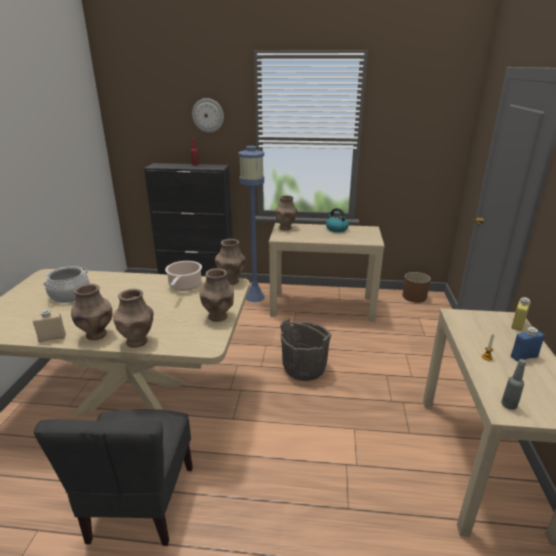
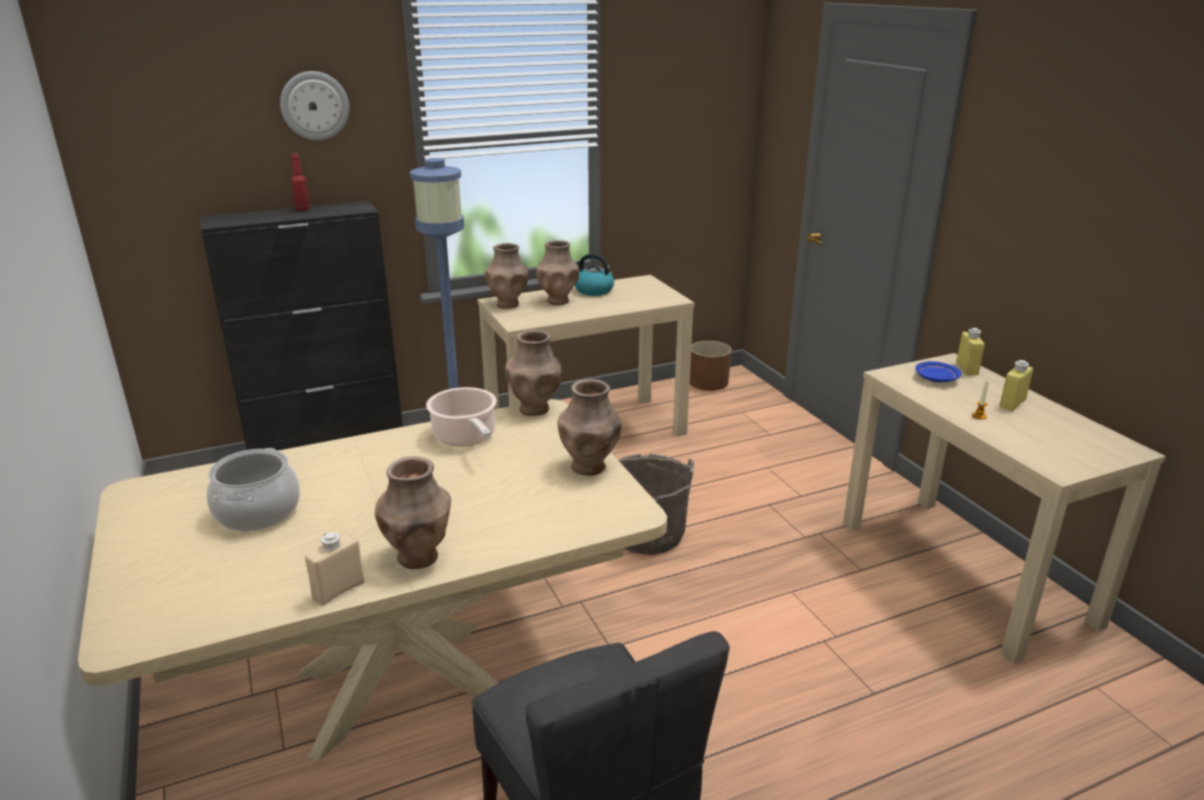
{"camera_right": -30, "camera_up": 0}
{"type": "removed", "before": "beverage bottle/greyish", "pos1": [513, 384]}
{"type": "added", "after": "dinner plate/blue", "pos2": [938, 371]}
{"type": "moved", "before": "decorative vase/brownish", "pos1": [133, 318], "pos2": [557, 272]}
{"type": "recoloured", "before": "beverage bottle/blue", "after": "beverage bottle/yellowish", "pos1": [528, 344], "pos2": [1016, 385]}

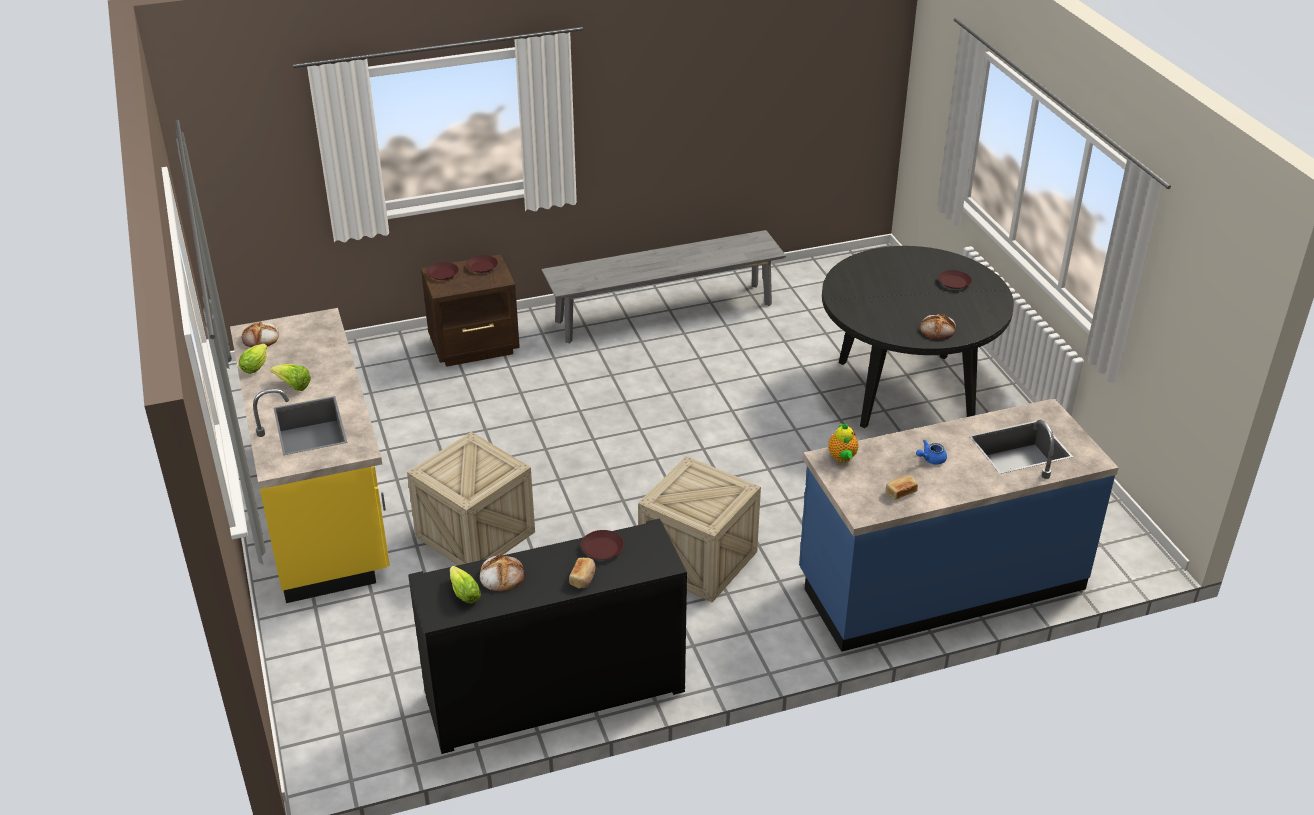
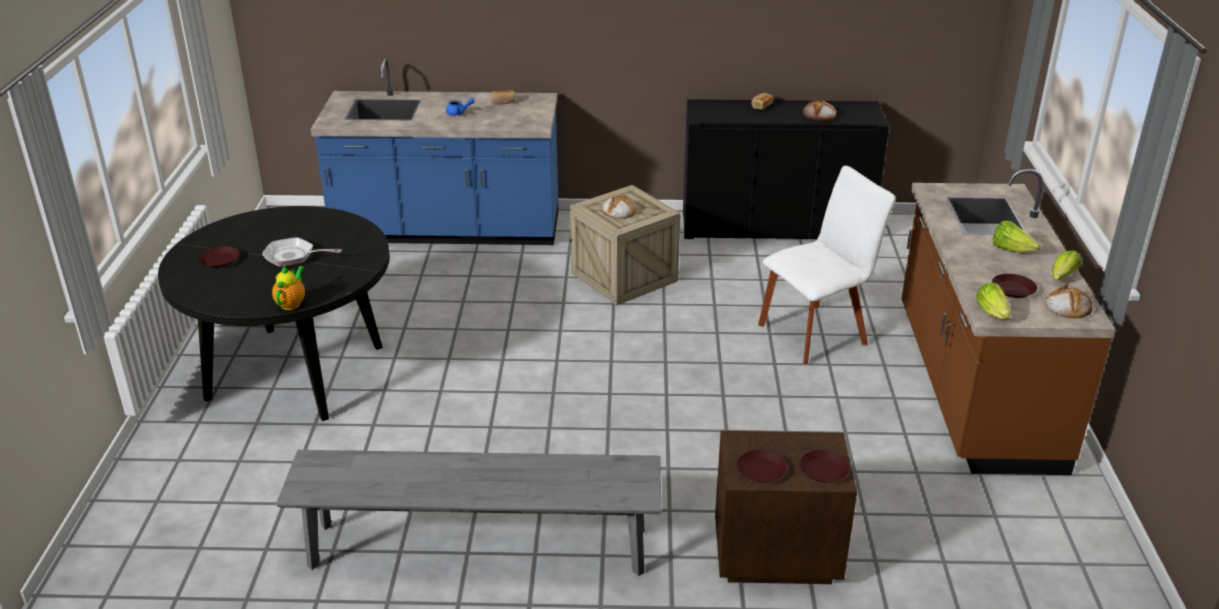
{"camera_right": -160, "camera_up": -5}
{"type": "added", "after": "skillet", "pos2": [302, 252]}
{"type": "moved", "before": "lettuce", "pos1": [465, 584], "pos2": [993, 300]}
{"type": "moved", "before": "dinner plate/brownish", "pos1": [602, 544], "pos2": [1014, 286]}
{"type": "moved", "before": "tea pot", "pos1": [843, 442], "pos2": [288, 288]}
{"type": "moved", "before": "bakery bread", "pos1": [938, 326], "pos2": [619, 207]}
{"type": "replaced", "before": "crate", "after": "plain chair/white", "pos1": [471, 498], "pos2": [827, 265]}
{"type": "recoloured", "before": "counter/yellowish", "after": "counter/brownish", "pos1": [310, 455], "pos2": [1008, 322]}

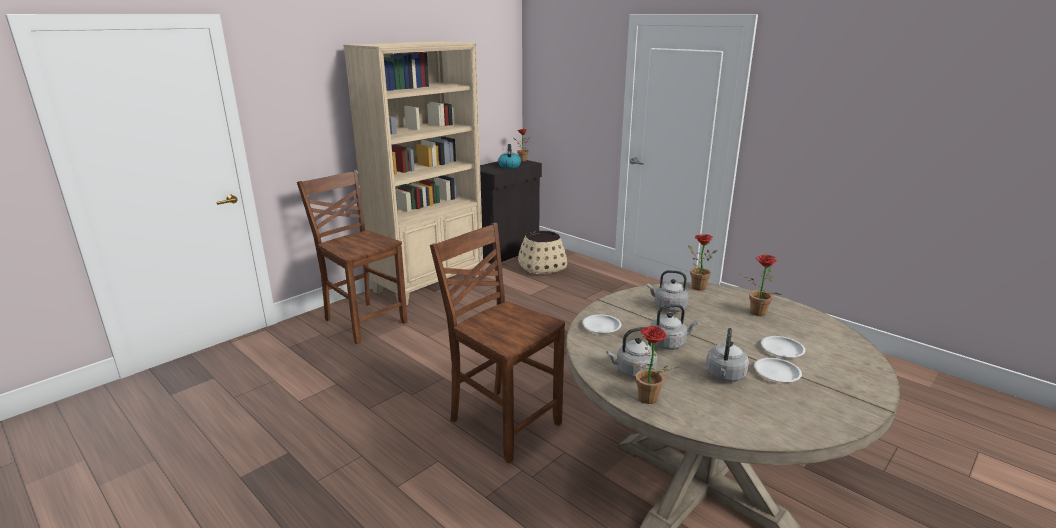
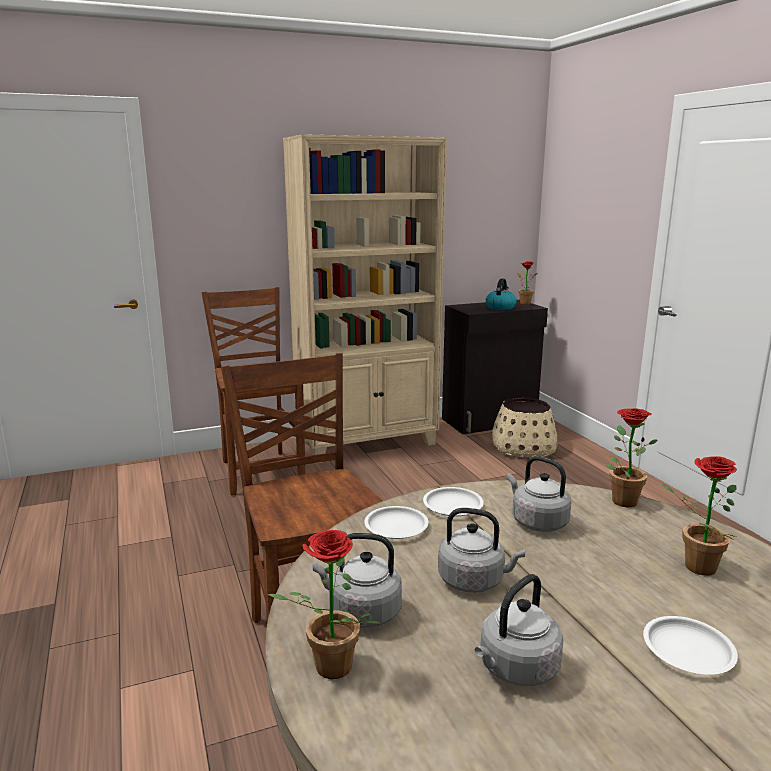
{"camera_right": 25, "camera_up": -5}
{"type": "moved", "before": "dinner plate/white", "pos1": [778, 370], "pos2": [453, 501]}

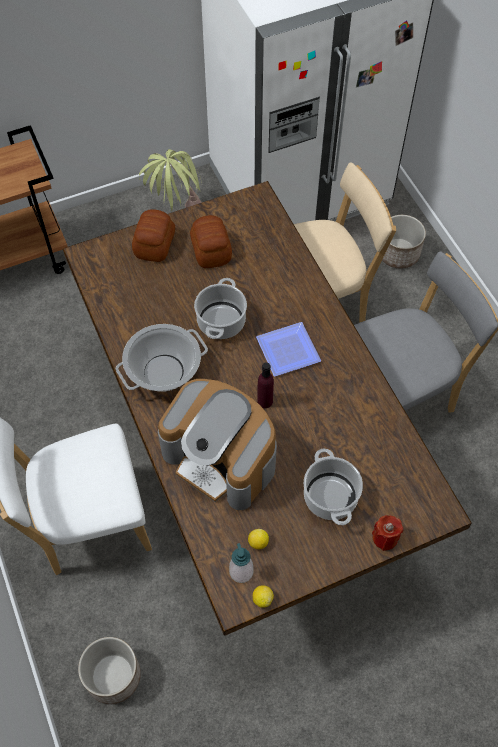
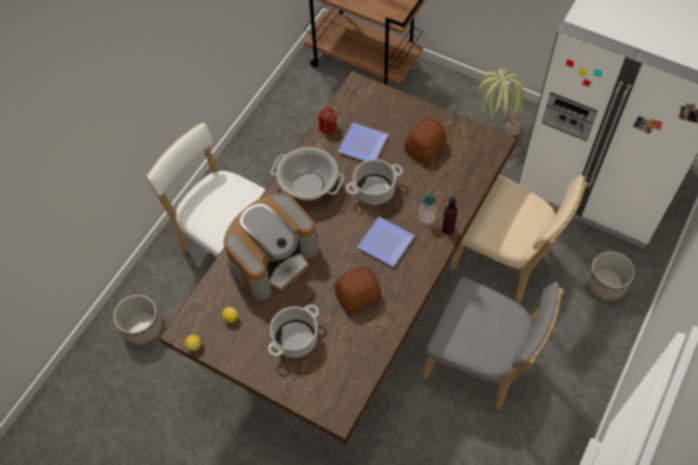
{"camera_right": 55, "camera_up": 0}
{"type": "added", "after": "dinner plate", "pos2": [363, 142]}
{"type": "moved", "before": "bakery bread", "pos1": [153, 235], "pos2": [357, 289]}
{"type": "moved", "before": "soap bottle", "pos1": [241, 563], "pos2": [427, 207]}
{"type": "moved", "before": "beverage bottle/purple", "pos1": [265, 385], "pos2": [449, 215]}
{"type": "moved", "before": "wax light/red", "pos1": [387, 533], "pos2": [328, 120]}
{"type": "turned", "before": "coffee brewer", "pos1": [217, 444], "pos2": [271, 247], "turn": -135}

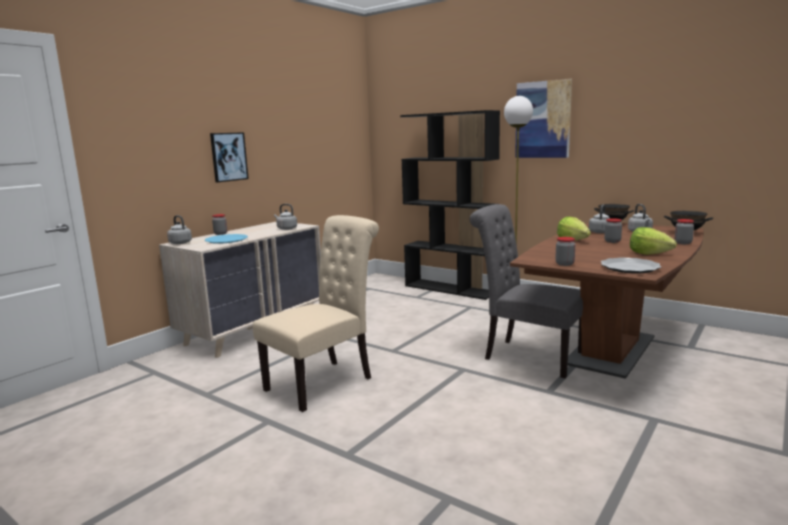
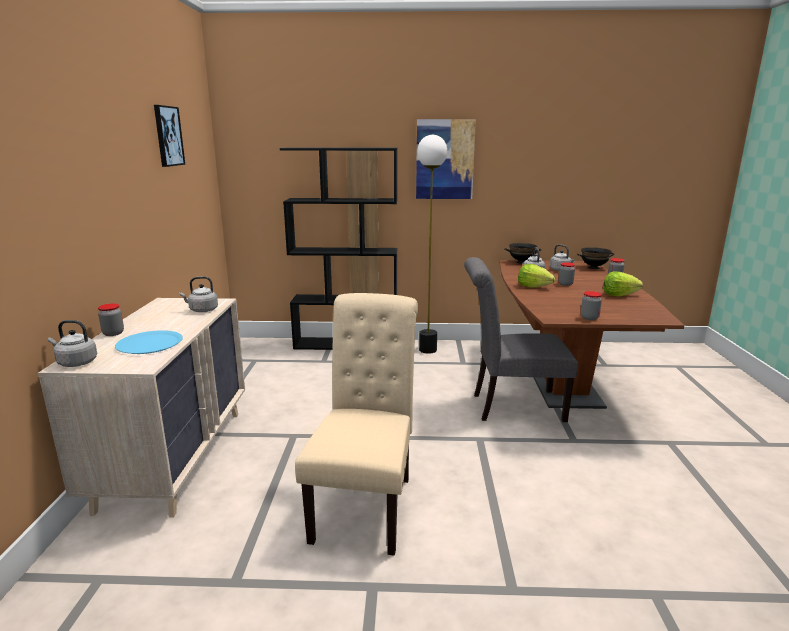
{"camera_right": -35, "camera_up": 5}
{"type": "removed", "before": "dinner plate", "pos1": [631, 265]}
{"type": "moved", "before": "wall art", "pos1": [229, 157], "pos2": [169, 136]}

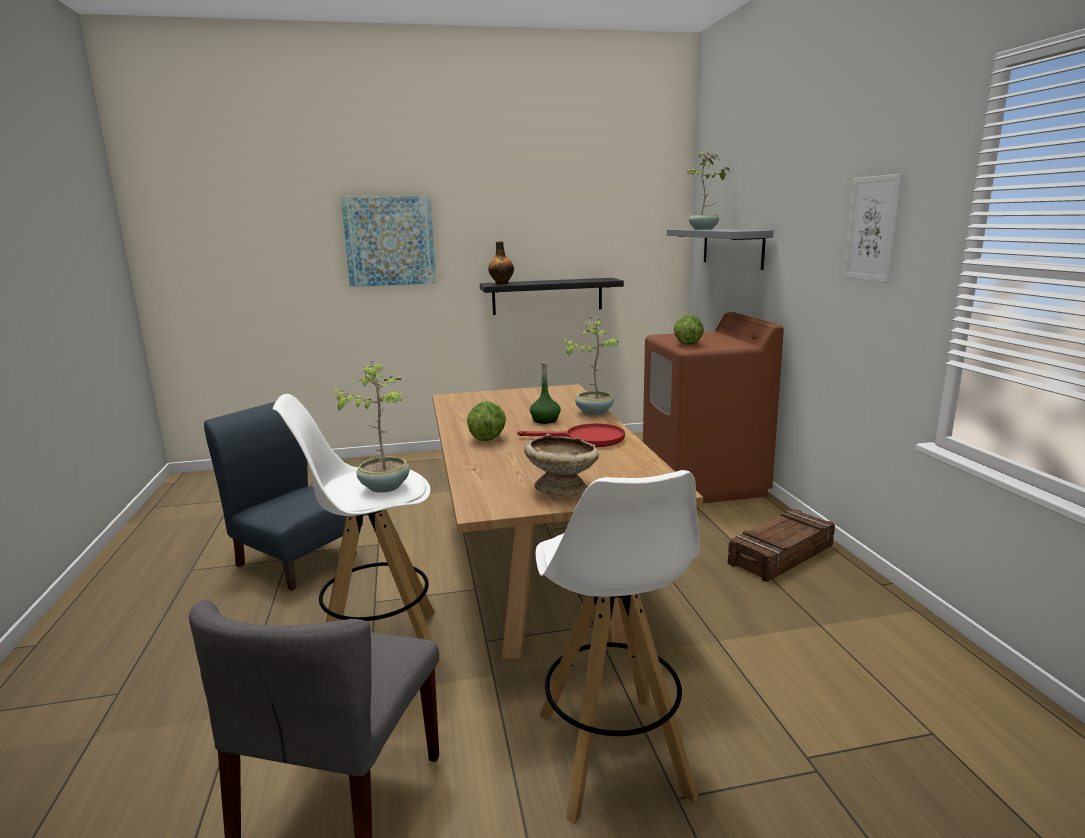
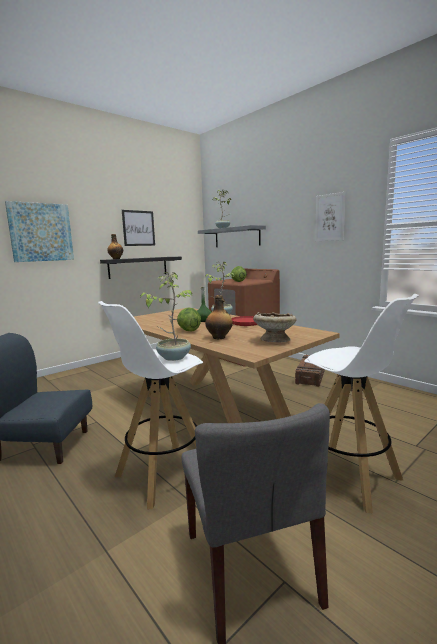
{"camera_right": -30, "camera_up": -5}
{"type": "added", "after": "wall art", "pos2": [138, 228]}
{"type": "added", "after": "beverage bottle", "pos2": [219, 317]}

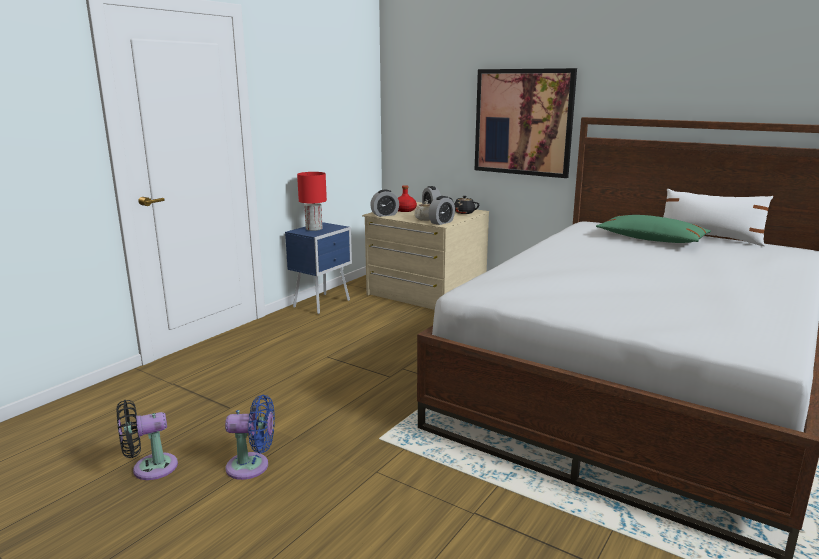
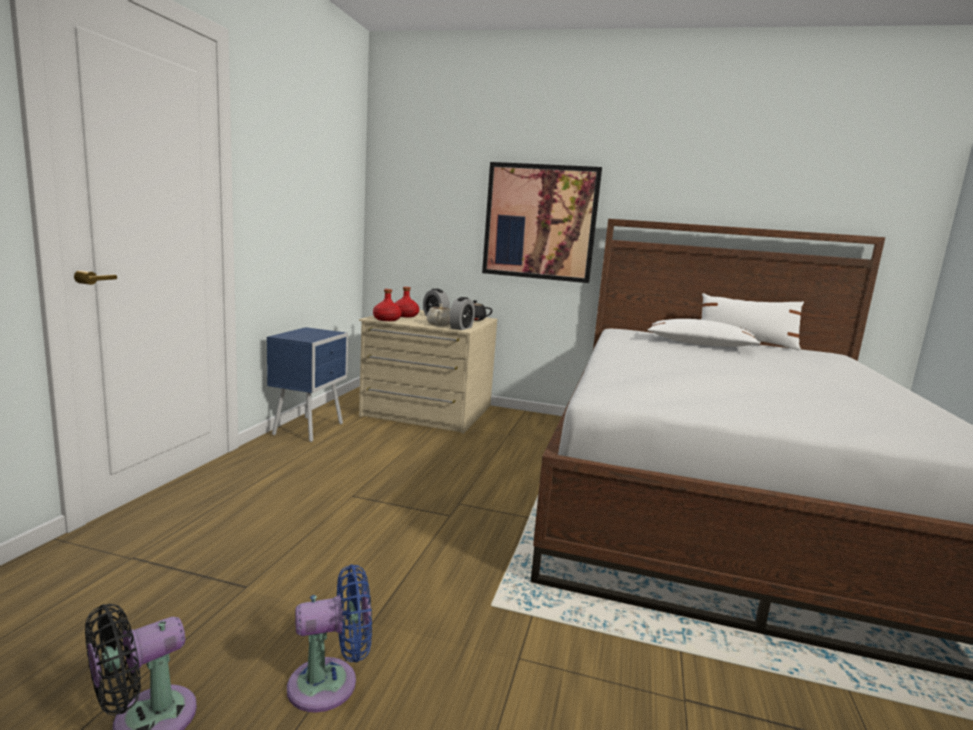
{"camera_right": -20, "camera_up": -5}
{"type": "removed", "before": "tabletop lamp/red", "pos1": [312, 201]}
{"type": "replaced", "before": "bedside clock", "after": "beverage bottle/red", "pos1": [384, 203], "pos2": [387, 305]}
{"type": "recoloured", "before": "throw pillow/green-coloured", "after": "throw pillow/white", "pos1": [653, 229], "pos2": [704, 333]}

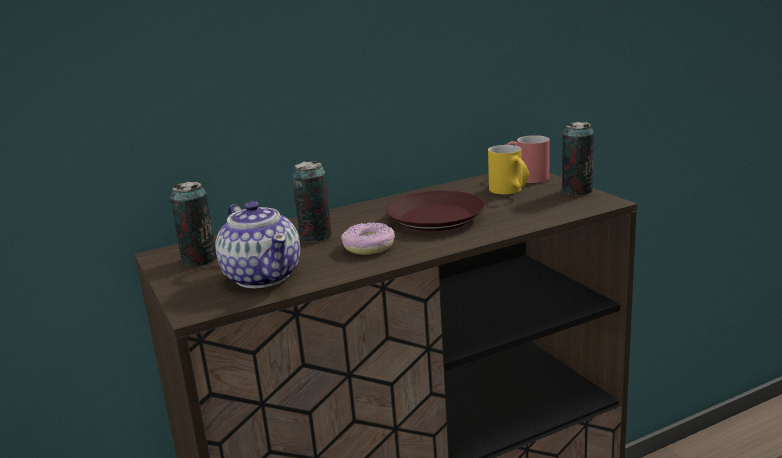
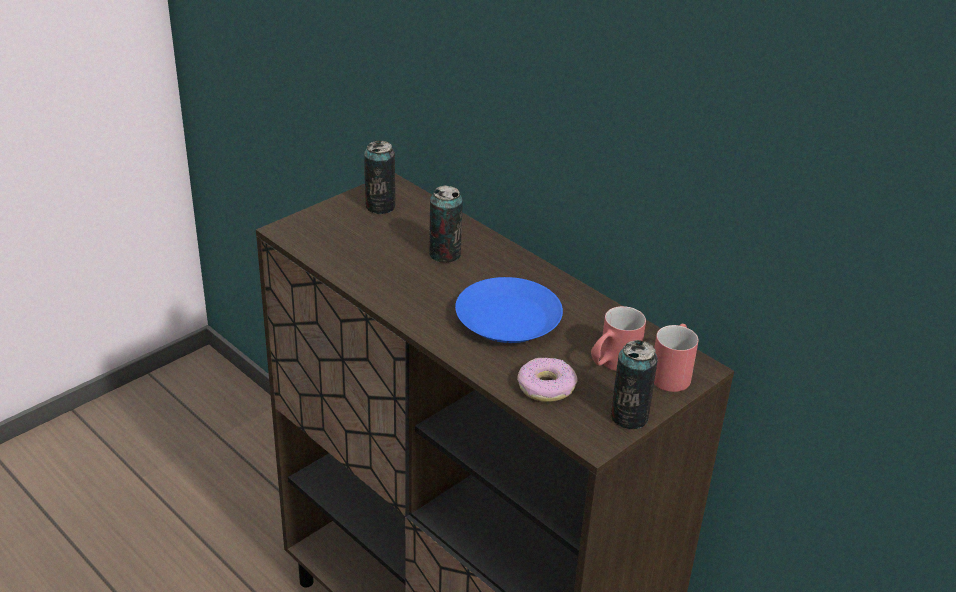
{"camera_right": 70, "camera_up": 15}
{"type": "removed", "before": "tea pot", "pos1": [257, 244]}
{"type": "moved", "before": "donut", "pos1": [368, 238], "pos2": [547, 379]}
{"type": "recoloured", "before": "dinner plate/brownish", "after": "dinner plate/blue", "pos1": [435, 210], "pos2": [509, 310]}
{"type": "recoloured", "before": "coffee mug/yellowish", "after": "coffee mug/red", "pos1": [508, 169], "pos2": [618, 338]}

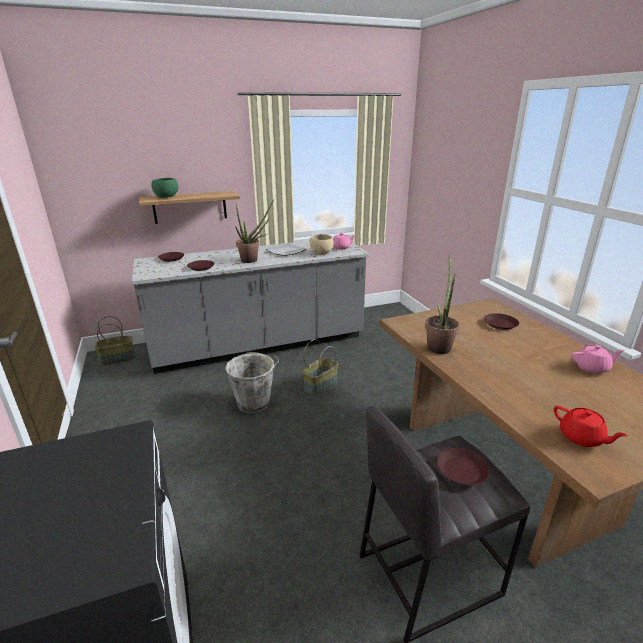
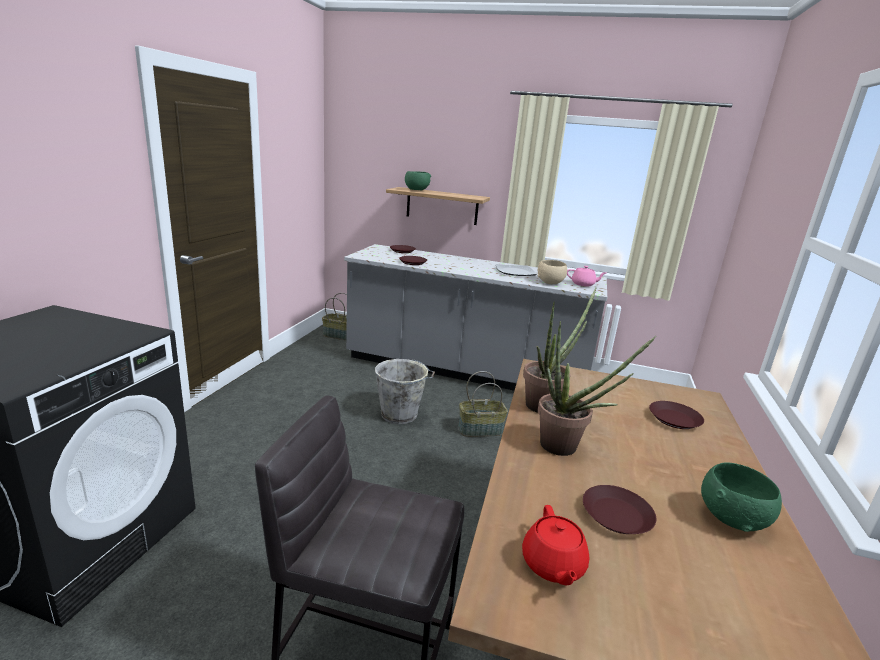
{"camera_right": 35, "camera_up": -5}
{"type": "moved", "before": "potted plant", "pos1": [254, 231], "pos2": [597, 388]}
{"type": "moved", "before": "dinner plate/brownish", "pos1": [463, 466], "pos2": [619, 509]}
{"type": "replaced", "before": "tea pot/pink-coloured", "after": "serving bowl/green-coloured", "pos1": [597, 359], "pos2": [741, 497]}

